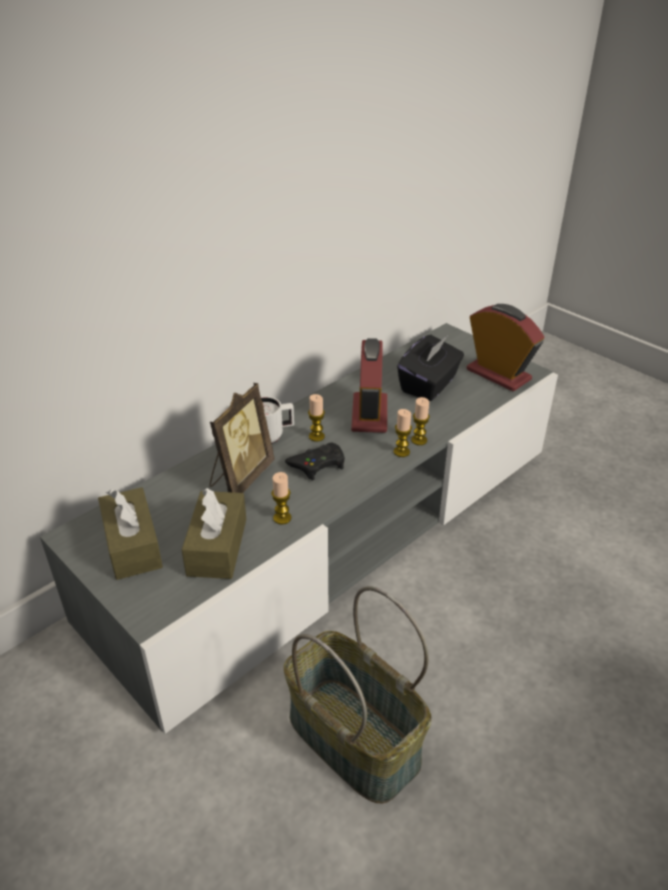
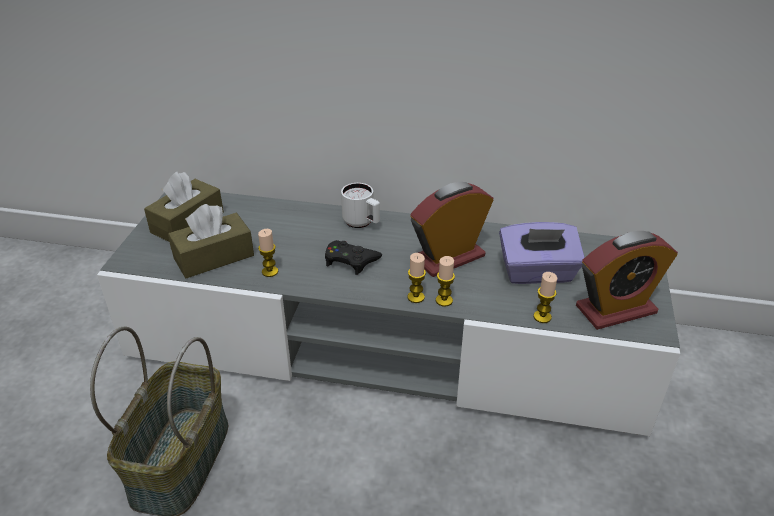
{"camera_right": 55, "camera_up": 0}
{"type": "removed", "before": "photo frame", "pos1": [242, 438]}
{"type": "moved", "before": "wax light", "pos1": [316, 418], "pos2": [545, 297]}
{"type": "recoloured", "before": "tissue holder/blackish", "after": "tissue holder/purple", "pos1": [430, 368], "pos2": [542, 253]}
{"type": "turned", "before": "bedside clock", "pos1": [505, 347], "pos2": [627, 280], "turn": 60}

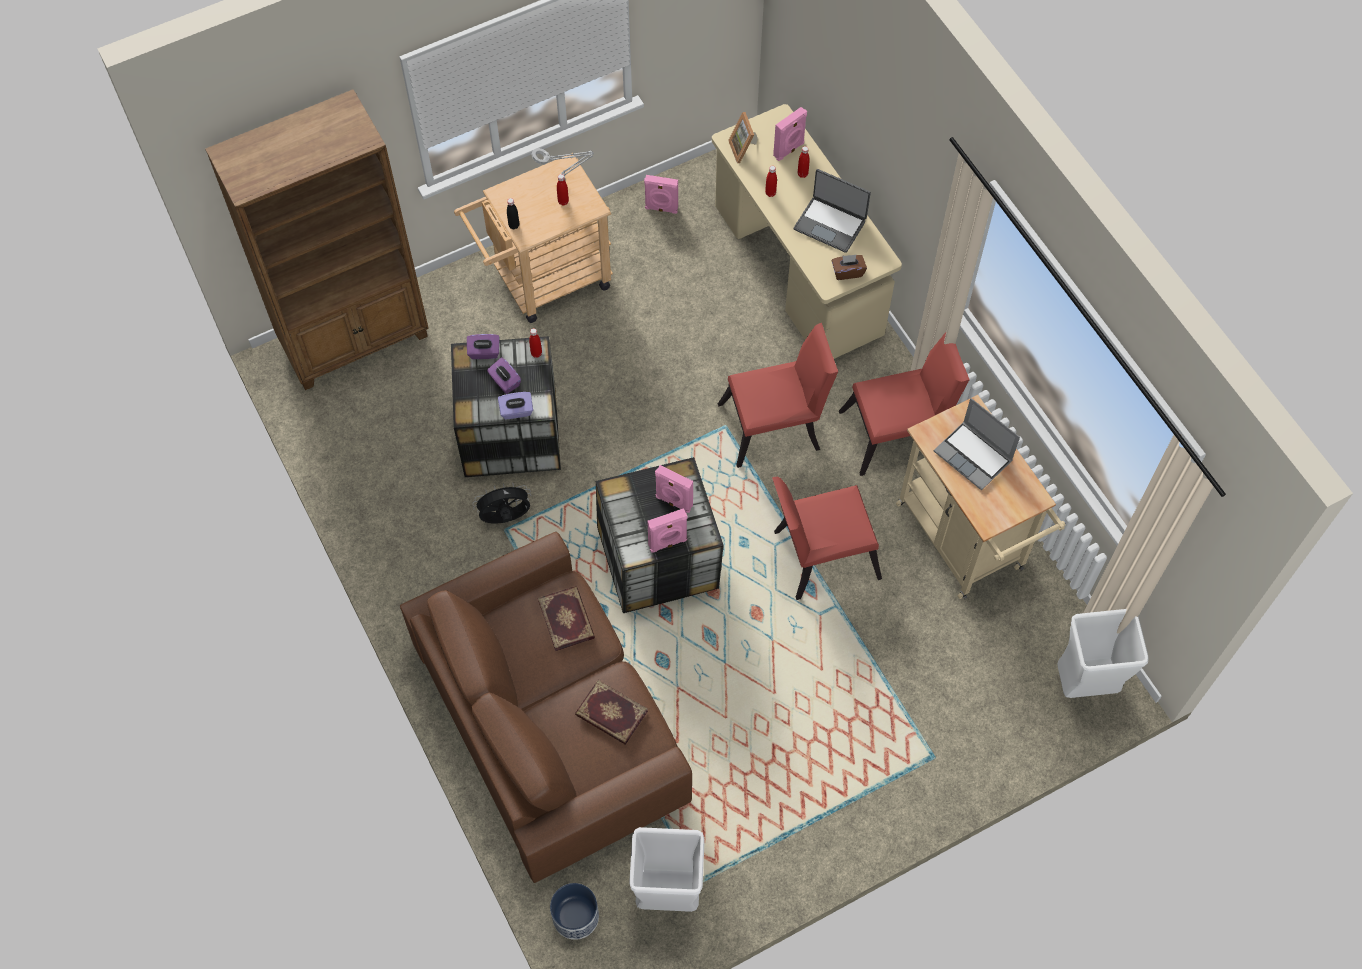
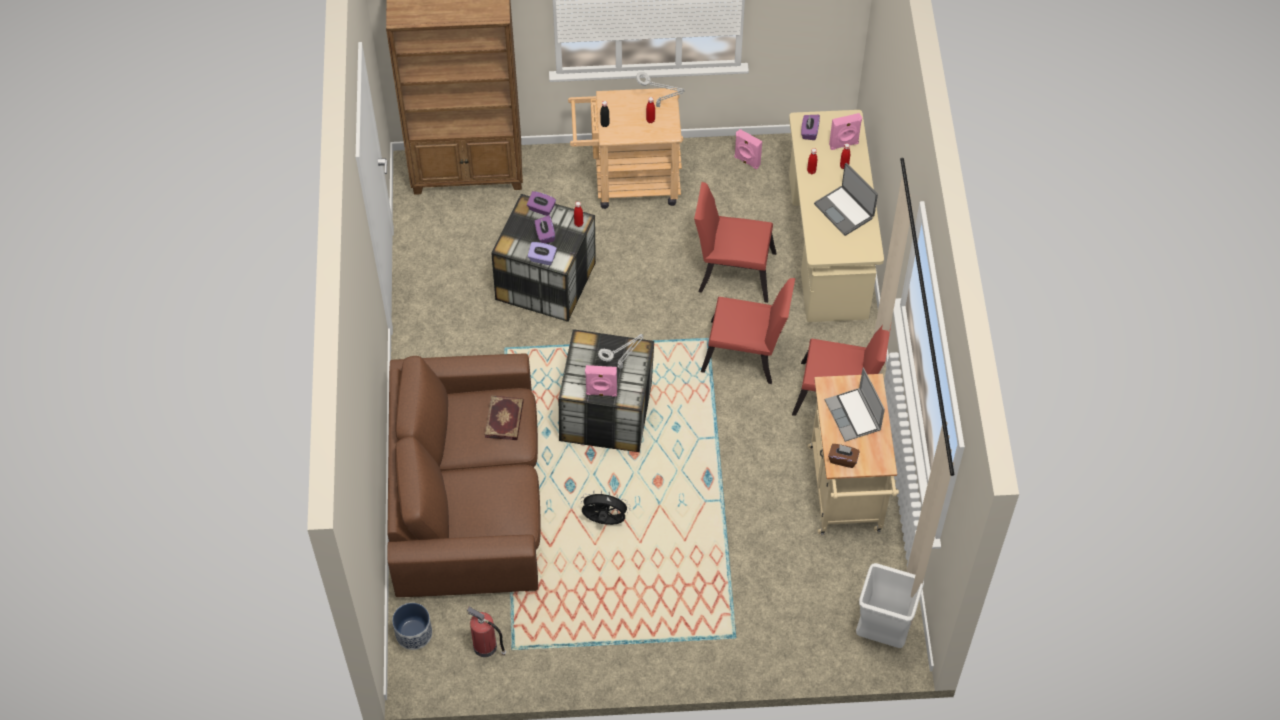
{"camera_right": 25, "camera_up": -5}
{"type": "removed", "before": "book", "pos1": [611, 712]}
{"type": "moved", "before": "fan/blackish", "pos1": [501, 503], "pos2": [605, 507]}
{"type": "moved", "before": "plain chair/red", "pos1": [827, 538], "pos2": [735, 242]}
{"type": "moved", "before": "tissue holder/brownish", "pos1": [849, 267], "pos2": [844, 456]}
{"type": "replaced", "before": "waste bin/white", "after": "fire-fighting cylinder", "pos1": [667, 869], "pos2": [486, 632]}
{"type": "replaced", "before": "speaker/pink-coloured", "after": "tabletop lamp/greyish", "pos1": [674, 489], "pos2": [620, 351]}
{"type": "replaced", "before": "photo frame", "after": "tissue holder/purple", "pos1": [743, 137], "pos2": [810, 127]}

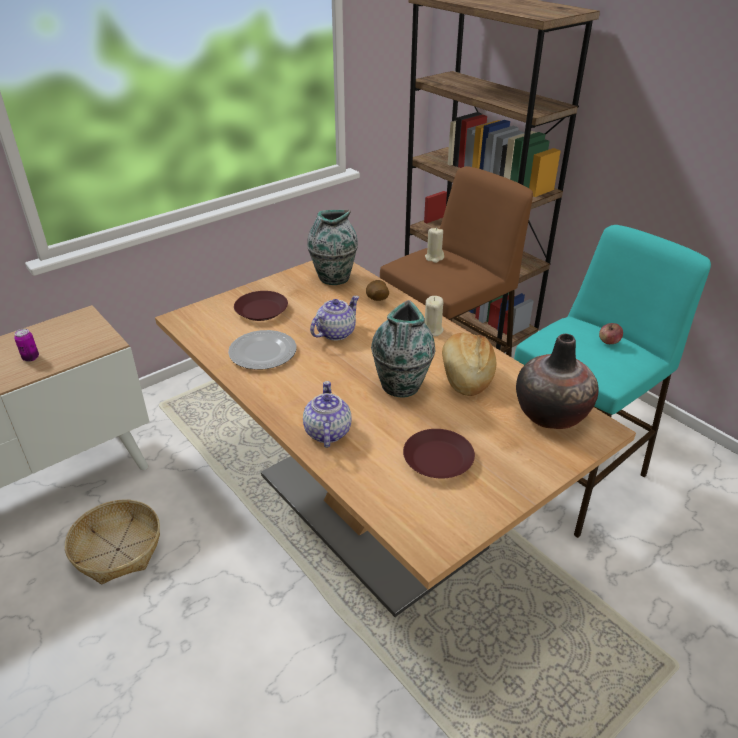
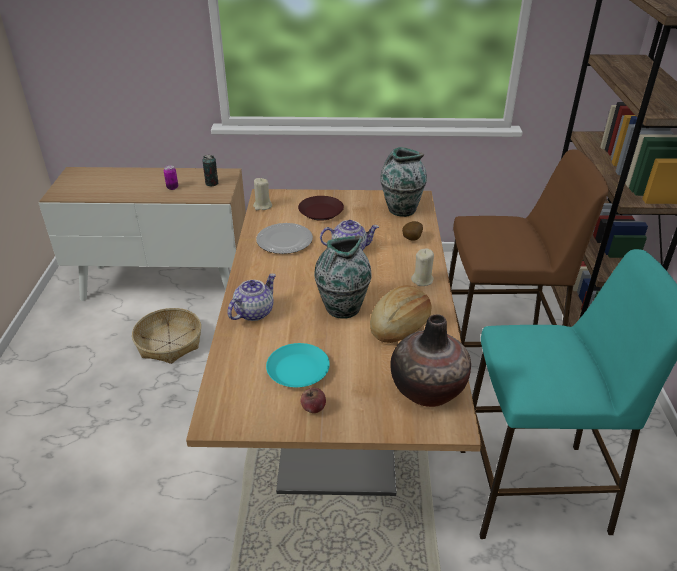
{"camera_right": 40, "camera_up": 0}
{"type": "added", "after": "metal can", "pos2": [210, 170]}
{"type": "moved", "before": "wax light/sand-coloured", "pos1": [434, 245], "pos2": [262, 194]}
{"type": "moved", "before": "apple", "pos1": [611, 333], "pos2": [313, 400]}
{"type": "recoloured", "before": "dinner plate/brownish", "after": "dinner plate/turquoise-coloured", "pos1": [439, 453], "pos2": [298, 365]}

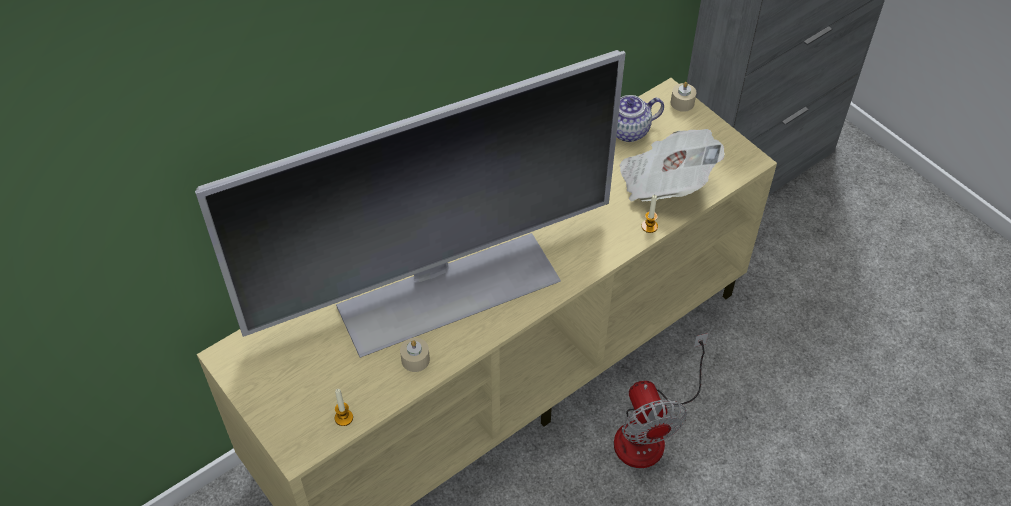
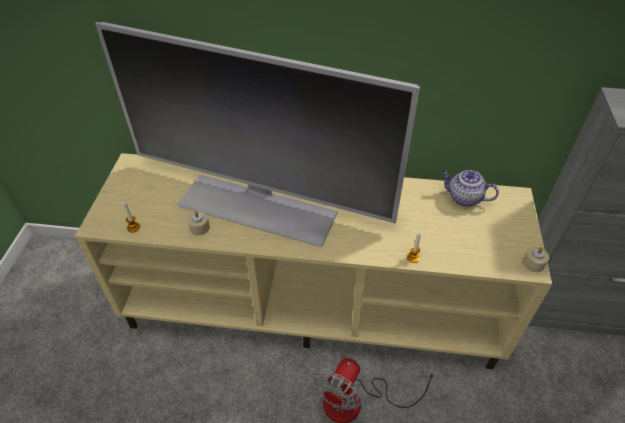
{"camera_right": 45, "camera_up": -5}
{"type": "removed", "before": "newspaper", "pos1": [672, 165]}
{"type": "moved", "before": "wax light/sand-coloured", "pos1": [683, 97], "pos2": [535, 259]}

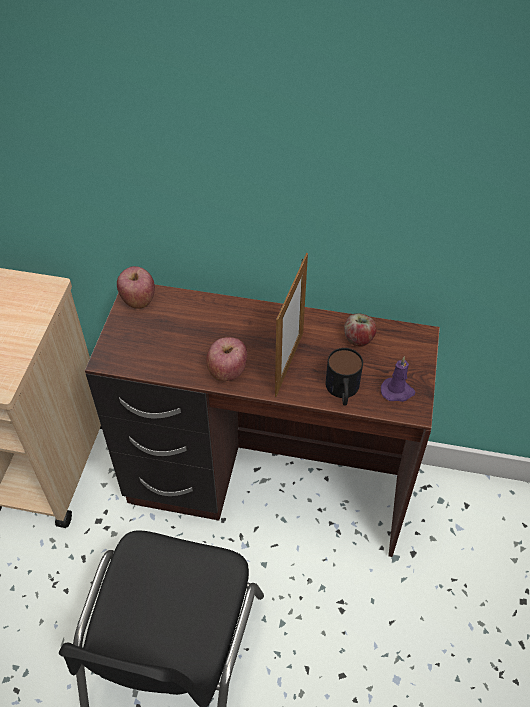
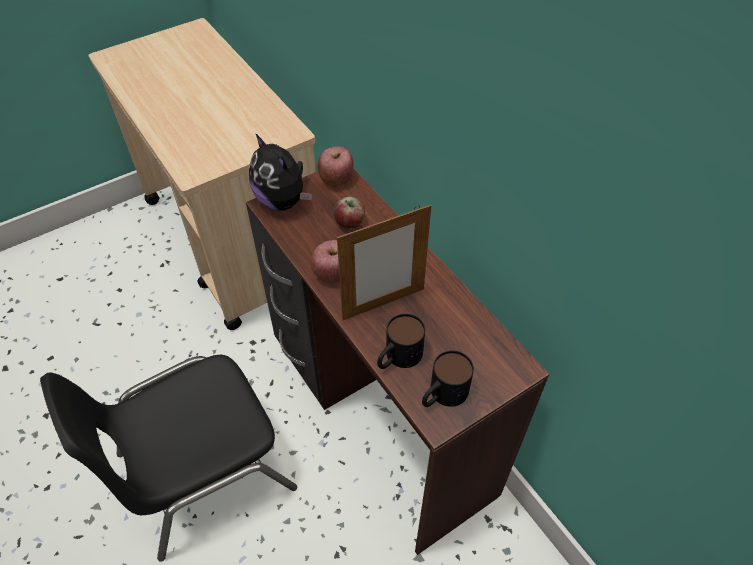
{"camera_right": 45, "camera_up": 0}
{"type": "added", "after": "soft toy", "pos2": [280, 172]}
{"type": "moved", "before": "apple", "pos1": [360, 329], "pos2": [349, 212]}
{"type": "replaced", "before": "wax light/purple", "after": "coffee mug", "pos1": [398, 379], "pos2": [448, 379]}

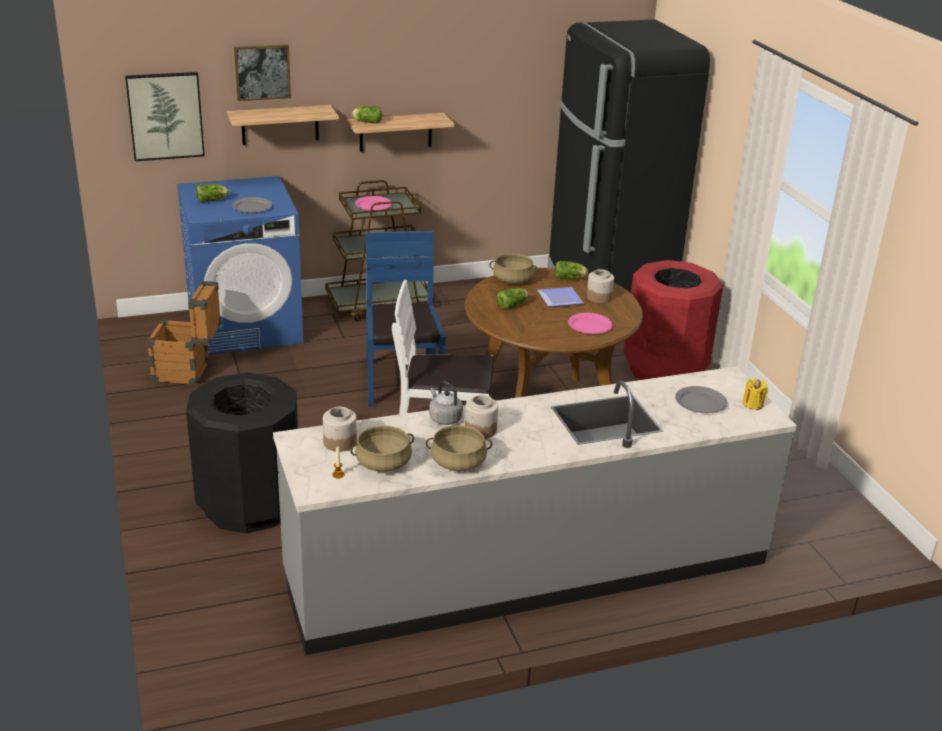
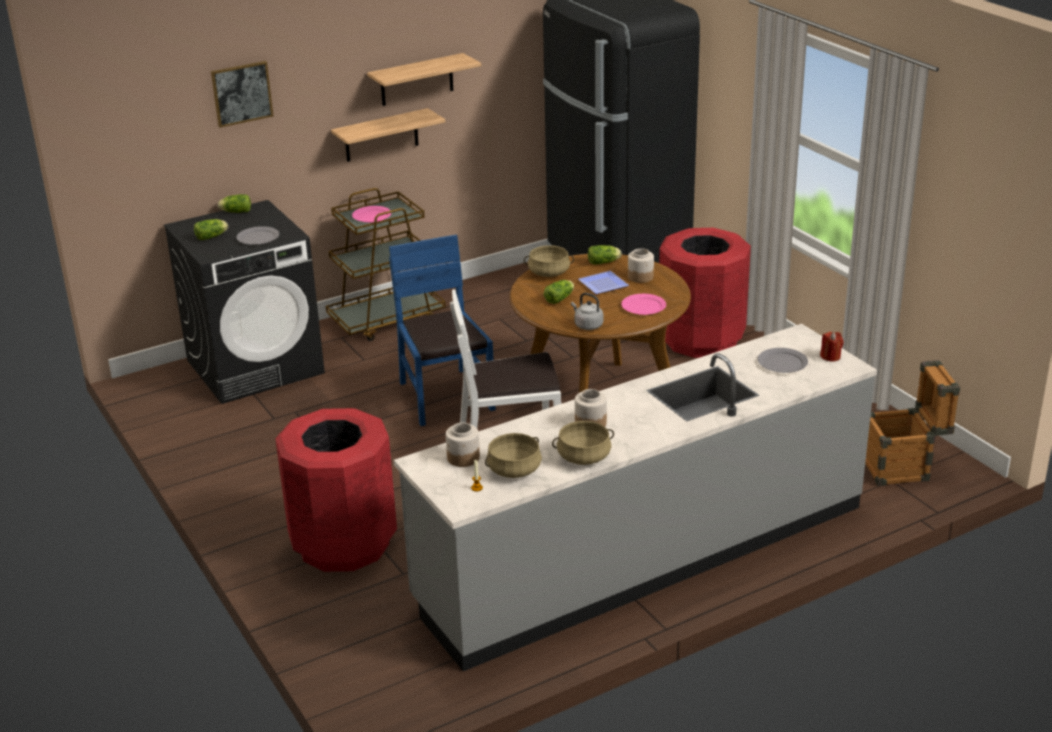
{"camera_right": -10, "camera_up": 0}
{"type": "removed", "before": "wall art", "pos1": [165, 116]}
{"type": "moved", "before": "crate", "pos1": [183, 333], "pos2": [912, 423]}
{"type": "moved", "before": "wall shelf", "pos1": [283, 125], "pos2": [424, 79]}
{"type": "moved", "before": "lettuce", "pos1": [367, 115], "pos2": [234, 203]}
{"type": "moved", "before": "water kettle/greyish", "pos1": [446, 403], "pos2": [587, 311]}
{"type": "recoloured", "before": "washing machine/blue", "after": "washing machine/blackish", "pos1": [240, 265], "pos2": [244, 302]}
{"type": "recoloured", "before": "waste bin/blackish", "after": "waste bin/red", "pos1": [242, 453], "pos2": [336, 490]}
{"type": "recoloured", "before": "wax light/yellowish", "after": "wax light/red", "pos1": [755, 394], "pos2": [832, 346]}

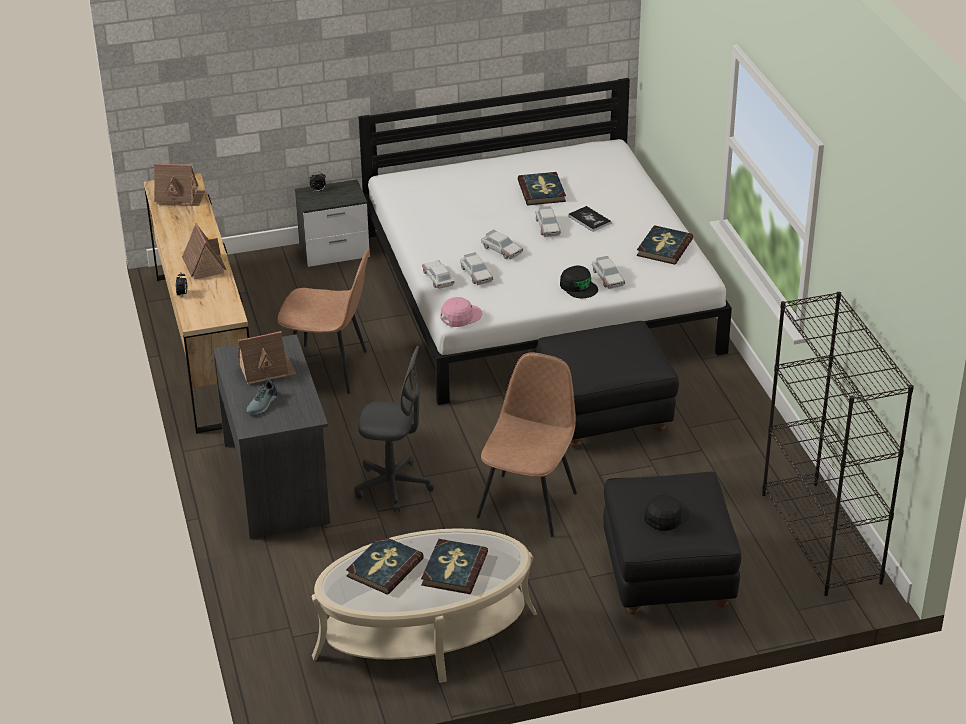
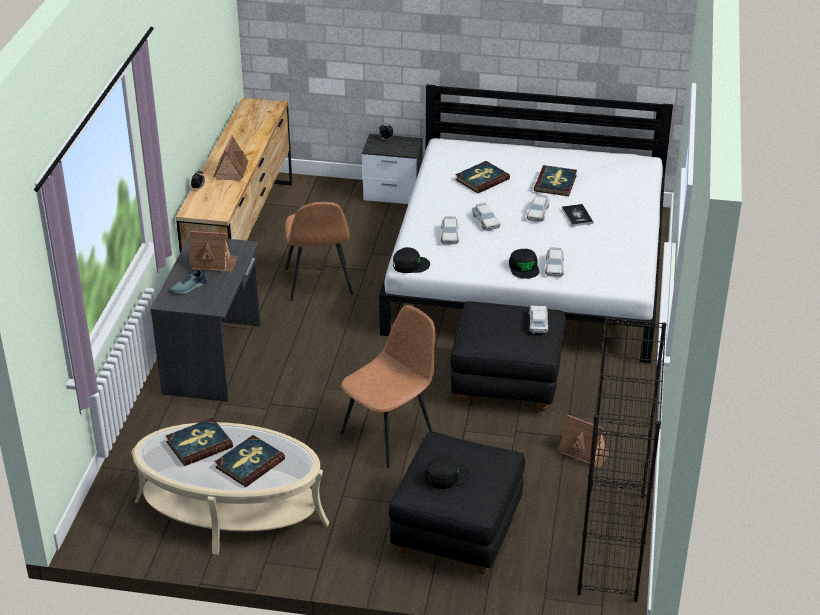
{"camera_right": 25, "camera_up": 0}
{"type": "removed", "before": "desk chair/greyish", "pos1": [394, 429]}
{"type": "moved", "before": "model house", "pos1": [179, 185], "pos2": [585, 441]}
{"type": "moved", "before": "miniature car", "pos1": [438, 275], "pos2": [538, 320]}
{"type": "moved", "before": "book", "pos1": [665, 245], "pos2": [482, 177]}
{"type": "recoloured", "before": "baseball cap/pink-coloured", "after": "baseball cap/blackish", "pos1": [461, 312], "pos2": [411, 260]}
{"type": "turned", "before": "plain chair/brownish", "pos1": [323, 321], "pos2": [319, 251], "turn": 45}

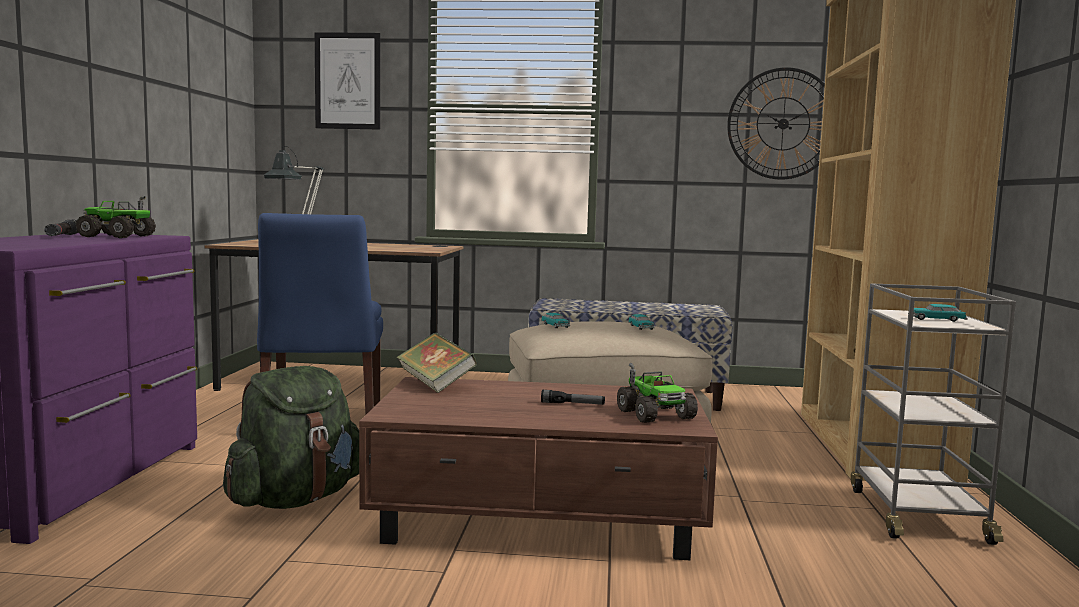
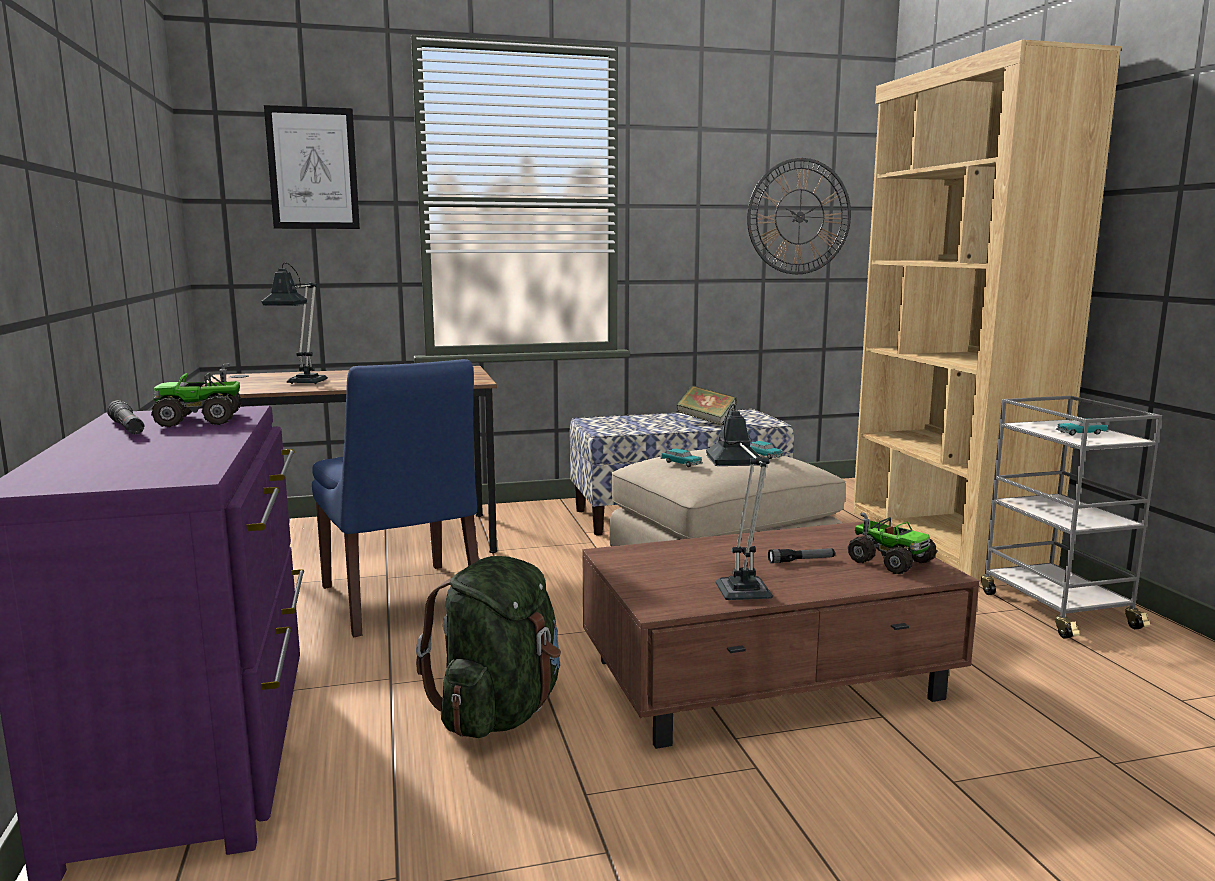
{"camera_right": -20, "camera_up": 5}
{"type": "added", "after": "tabletop lamp", "pos2": [739, 502]}
{"type": "moved", "before": "book", "pos1": [436, 363], "pos2": [707, 405]}

